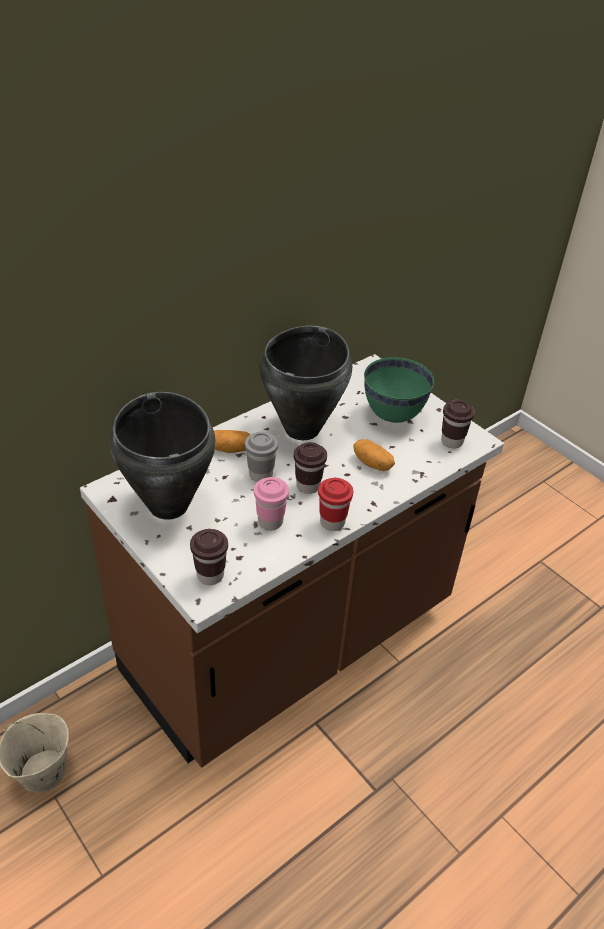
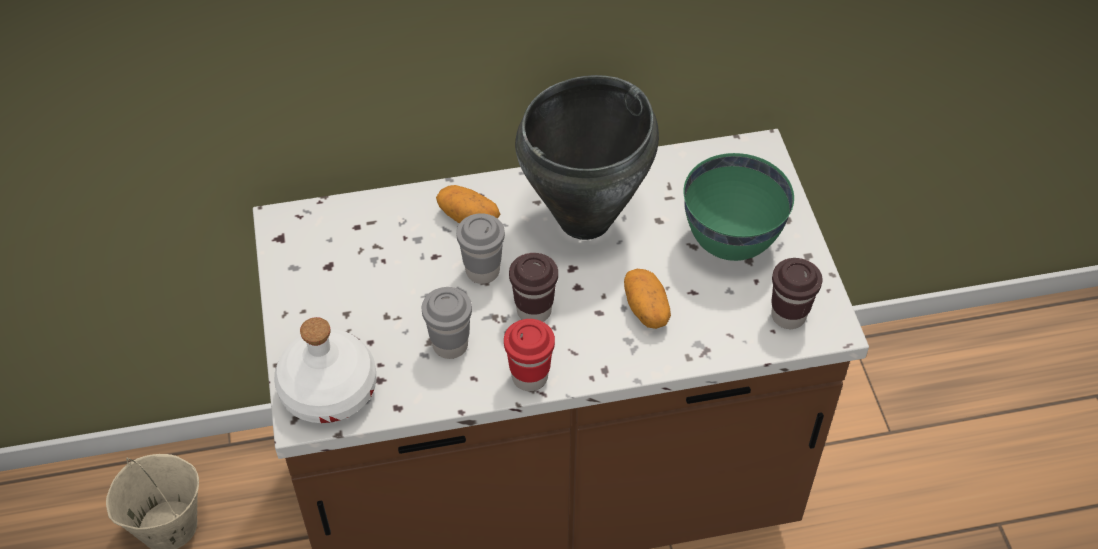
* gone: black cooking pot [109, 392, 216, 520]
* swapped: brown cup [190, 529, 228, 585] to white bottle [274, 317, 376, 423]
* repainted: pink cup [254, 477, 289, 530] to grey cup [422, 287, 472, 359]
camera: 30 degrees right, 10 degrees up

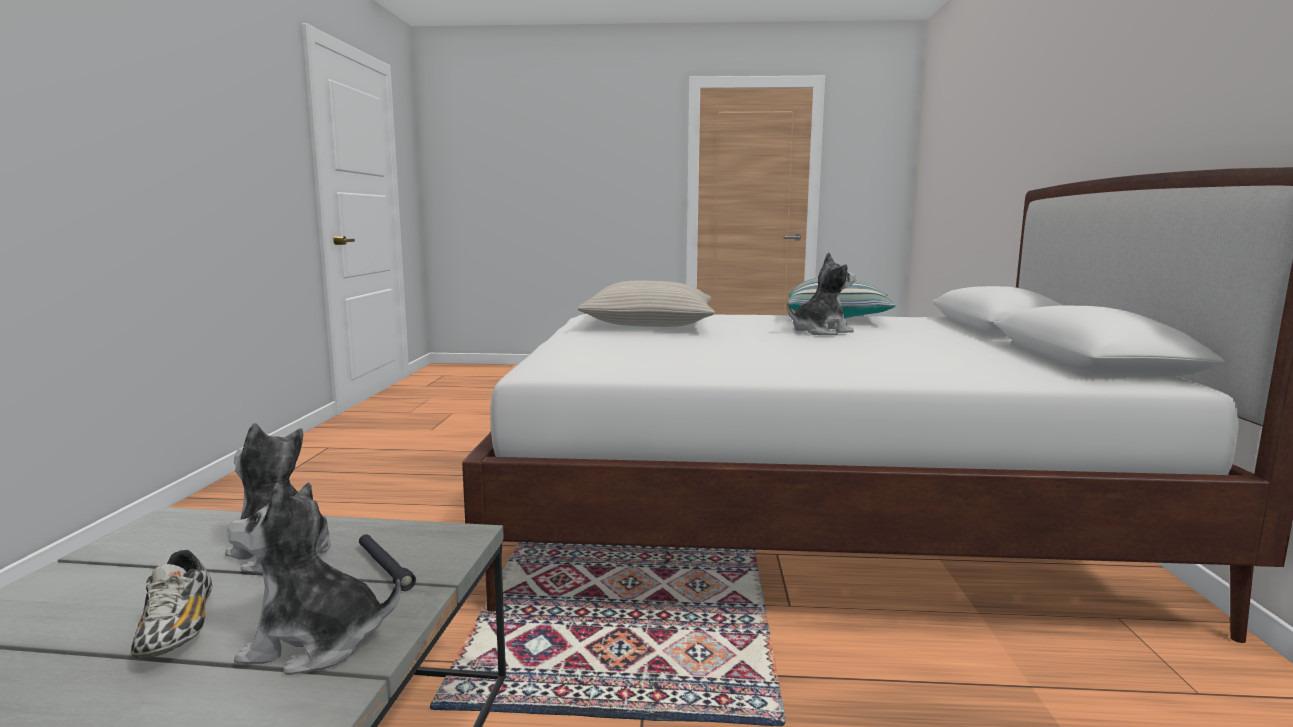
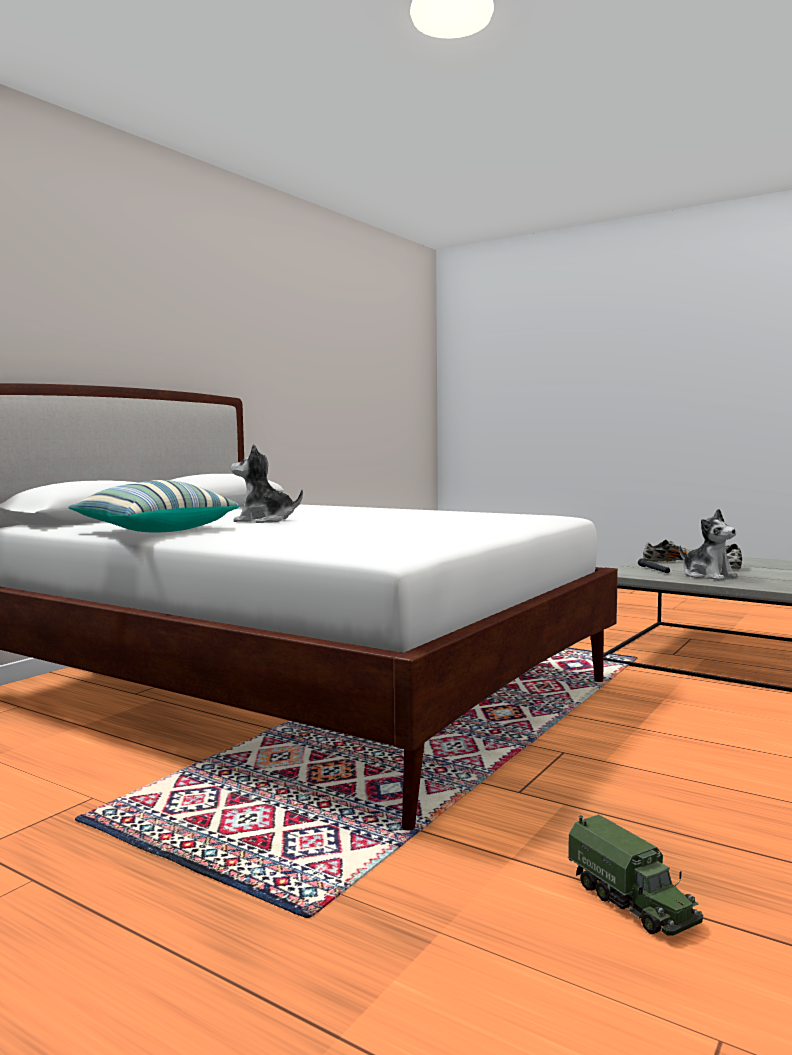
* gone: beige pillow [578, 281, 715, 327]
* new: toy truck [567, 814, 703, 936]
* swapped: plush toy [227, 483, 401, 675] to shoe [643, 540, 692, 562]
camera: 150 degrees left, 5 degrees down

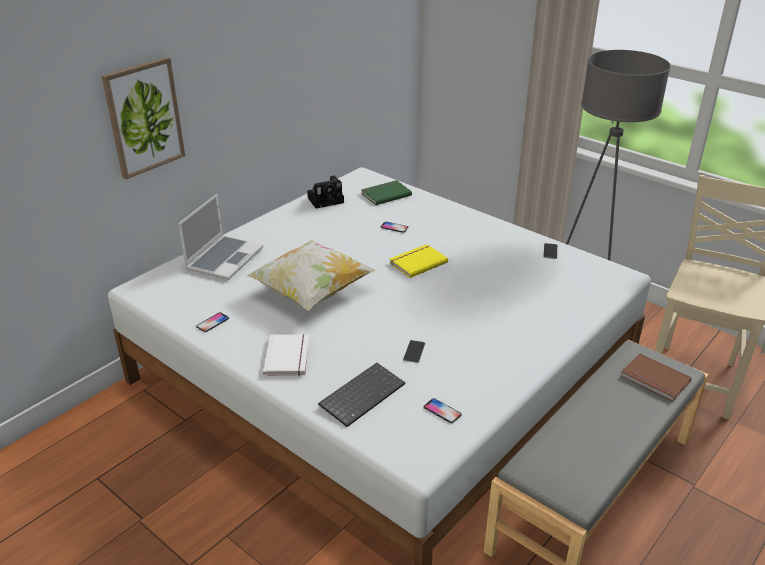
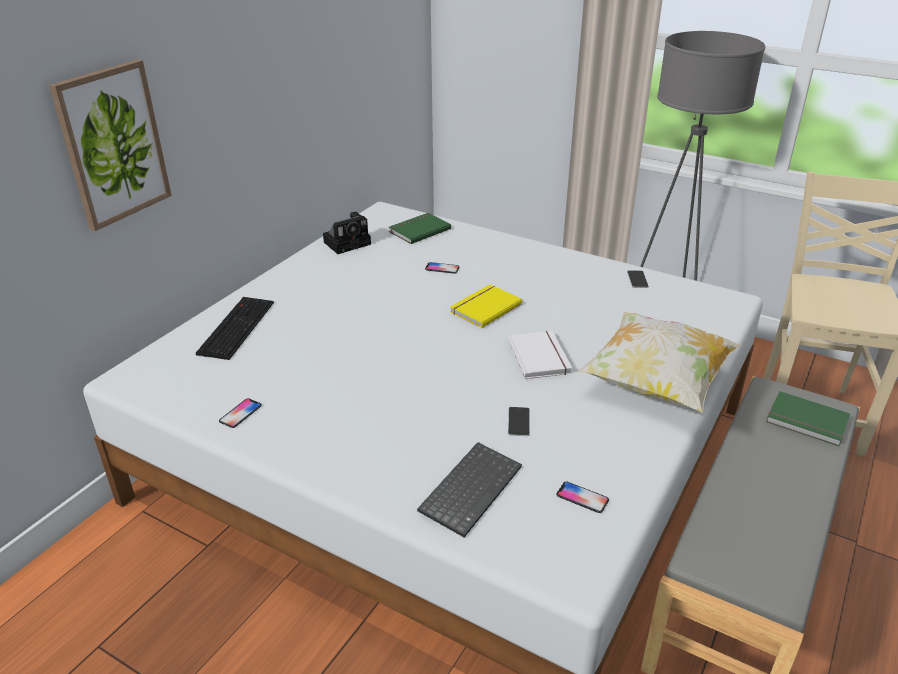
* shifted: pillow [246, 240, 375, 311] to [578, 312, 740, 413]
* shifted: white book [263, 334, 309, 376] to [508, 331, 572, 379]
* swapped: laptop [178, 194, 263, 280] to keyboard [196, 297, 274, 360]
* repainted: brown book [620, 354, 692, 402] to green book [766, 391, 850, 446]
camera: 10 degrees left, 0 degrees up

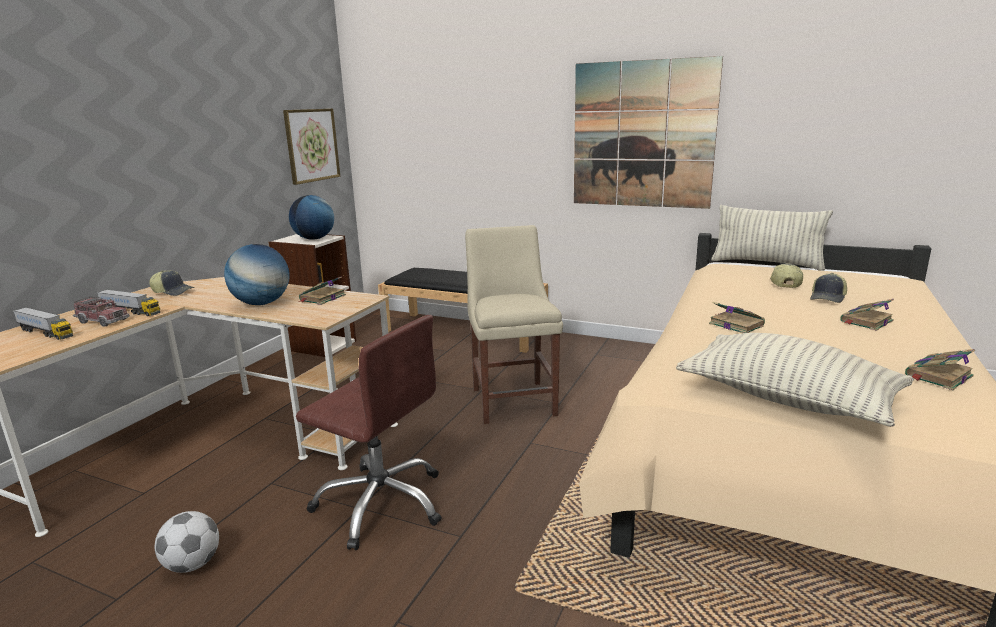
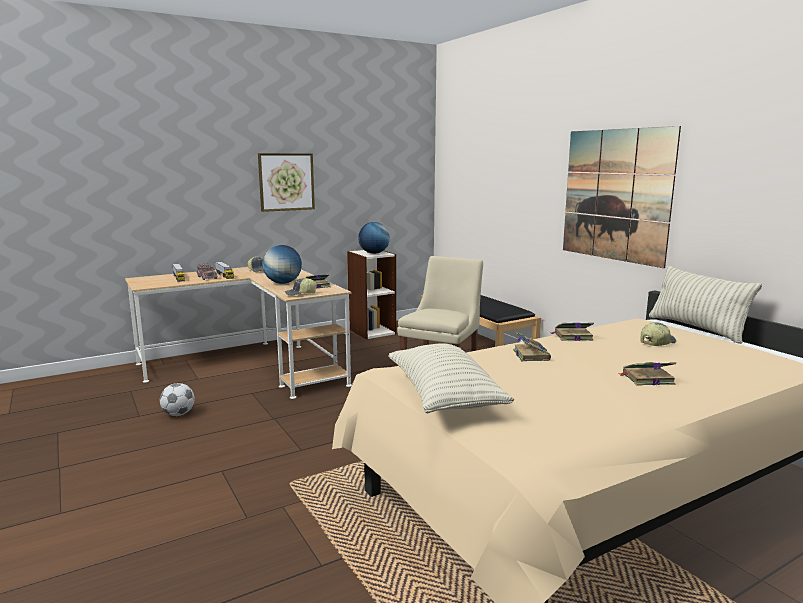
* gone: brown office chair [296, 315, 442, 550]
* shifted: picture [283, 109, 340, 185] to [258, 153, 315, 212]
* shifted: cap [810, 273, 847, 303] to [285, 278, 317, 296]
* shifted: book [905, 349, 975, 390] to [550, 323, 594, 341]
camera: 35 degrees right, 5 degrees down

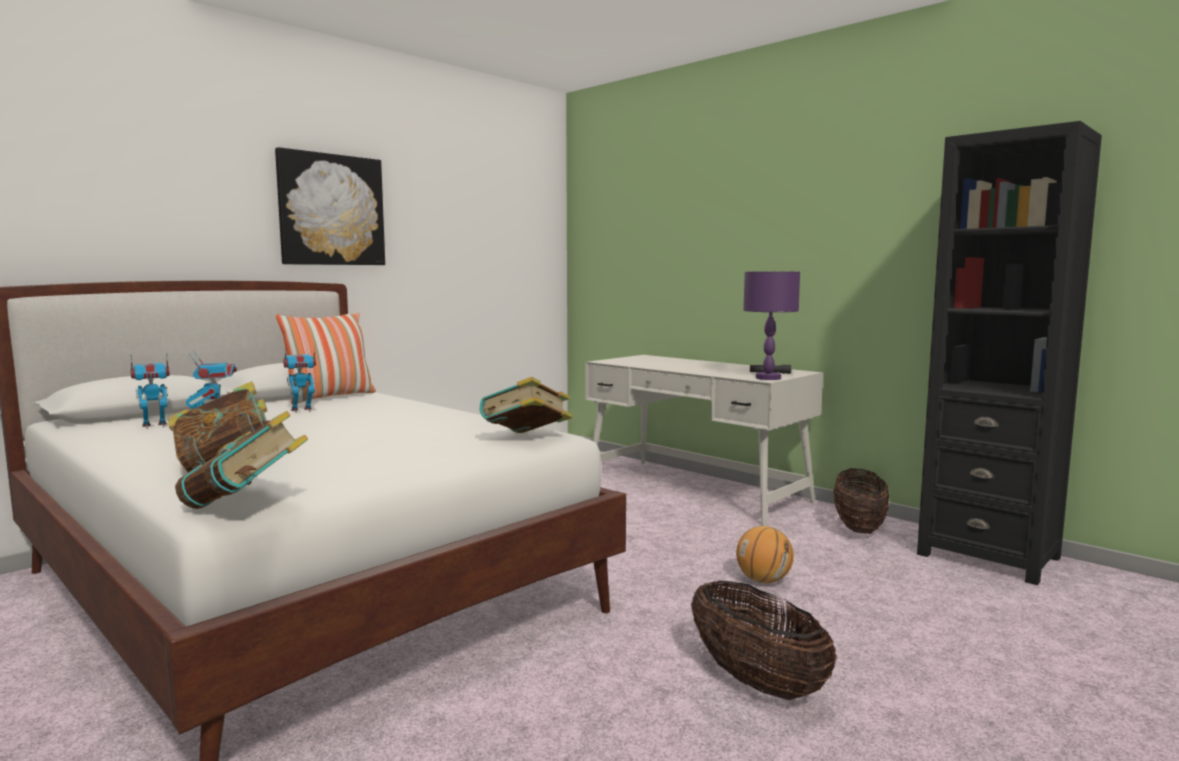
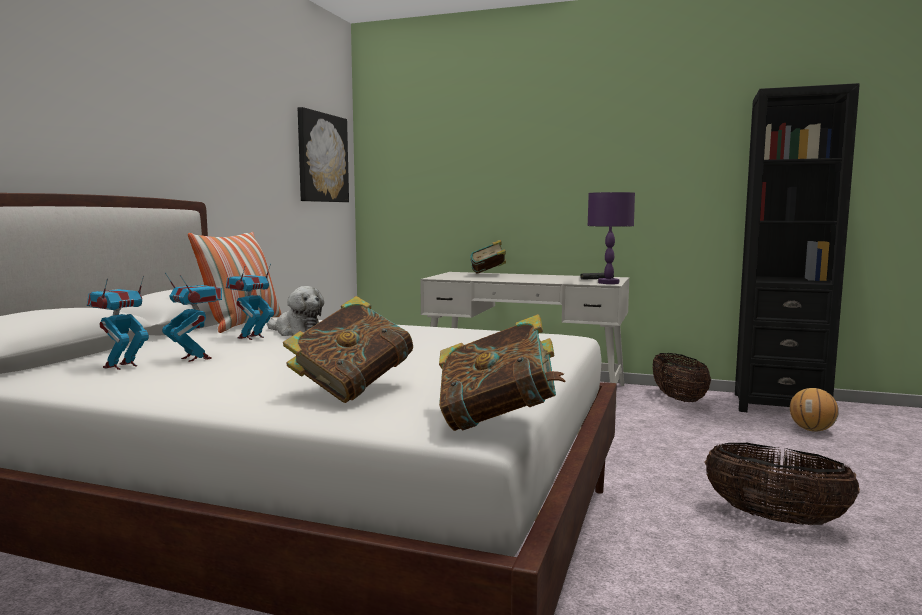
* new: plush toy [267, 286, 324, 336]
* shifted: picture [275, 147, 385, 265] to [298, 107, 349, 202]
* shifted: book [480, 377, 572, 433] to [470, 240, 506, 273]
* shifted: basketball [736, 526, 794, 583] to [790, 388, 839, 432]
camera: 25 degrees left, 0 degrees up

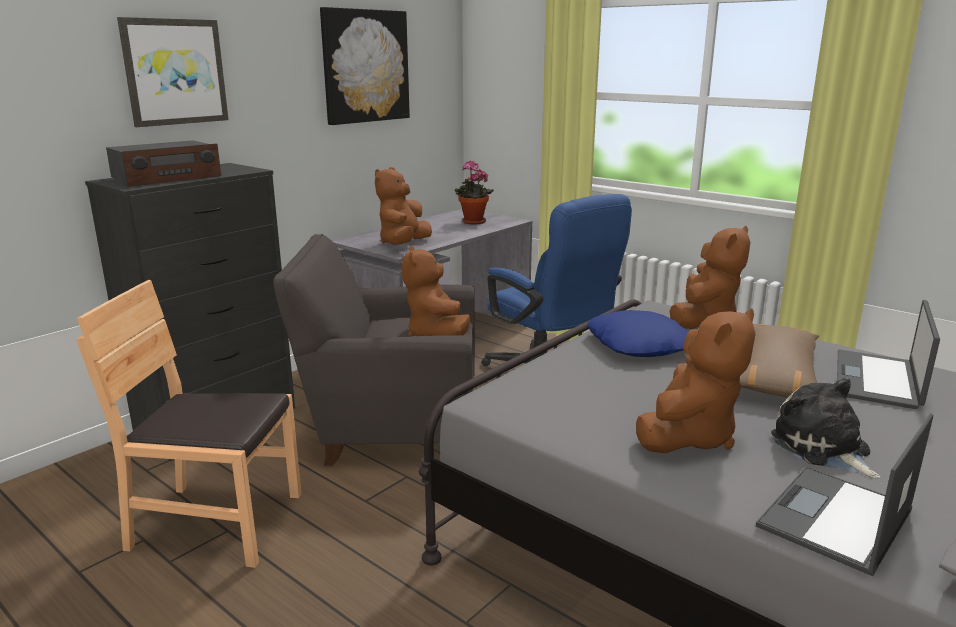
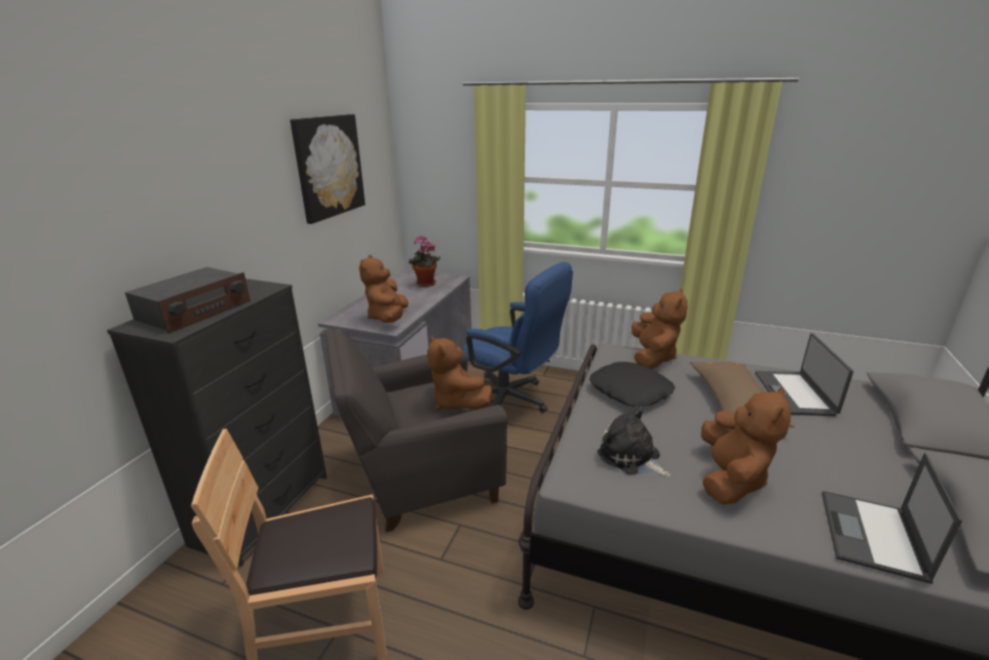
* gone: picture [117, 17, 229, 127]
* shifted: plush toy [771, 378, 880, 478] to [597, 407, 671, 477]
* repainted: blue pillow [587, 310, 689, 357] to black pillow [589, 362, 675, 407]
camera: 20 degrees left, 5 degrees up

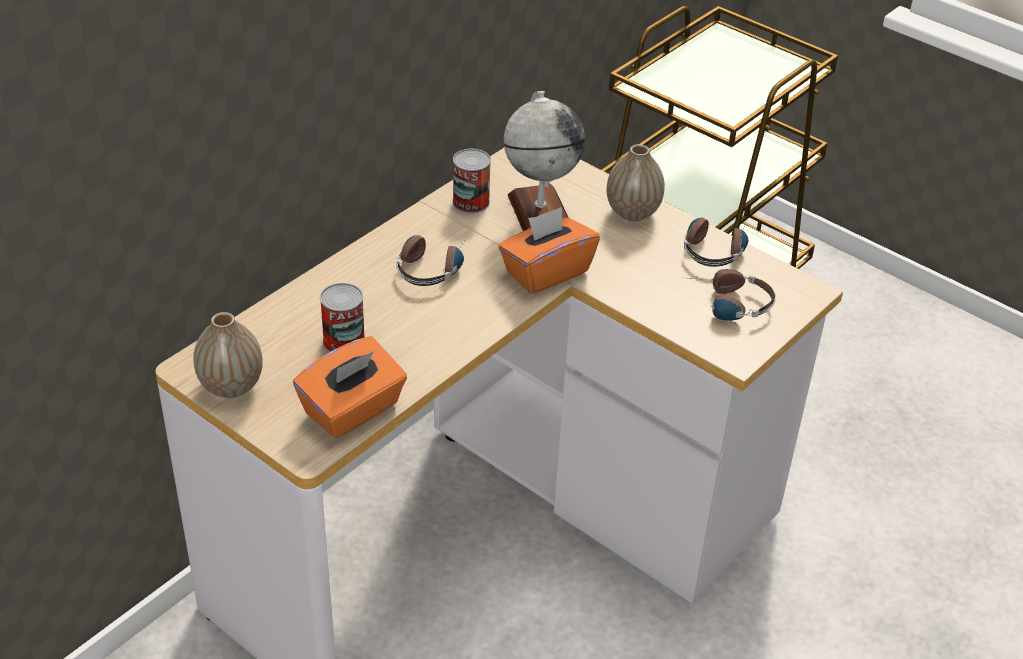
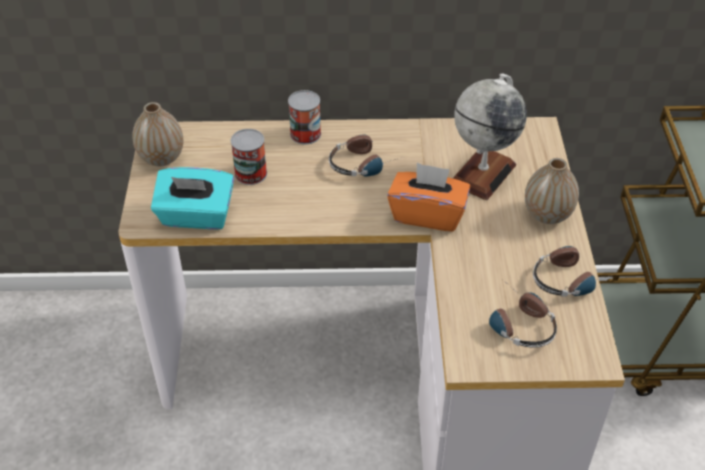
* shifted: can [453, 149, 491, 213] to [288, 90, 321, 145]
* repainted: orange tissue box [293, 336, 407, 438] to turquoise tissue box [151, 167, 234, 230]
camera: 50 degrees right, 5 degrees up

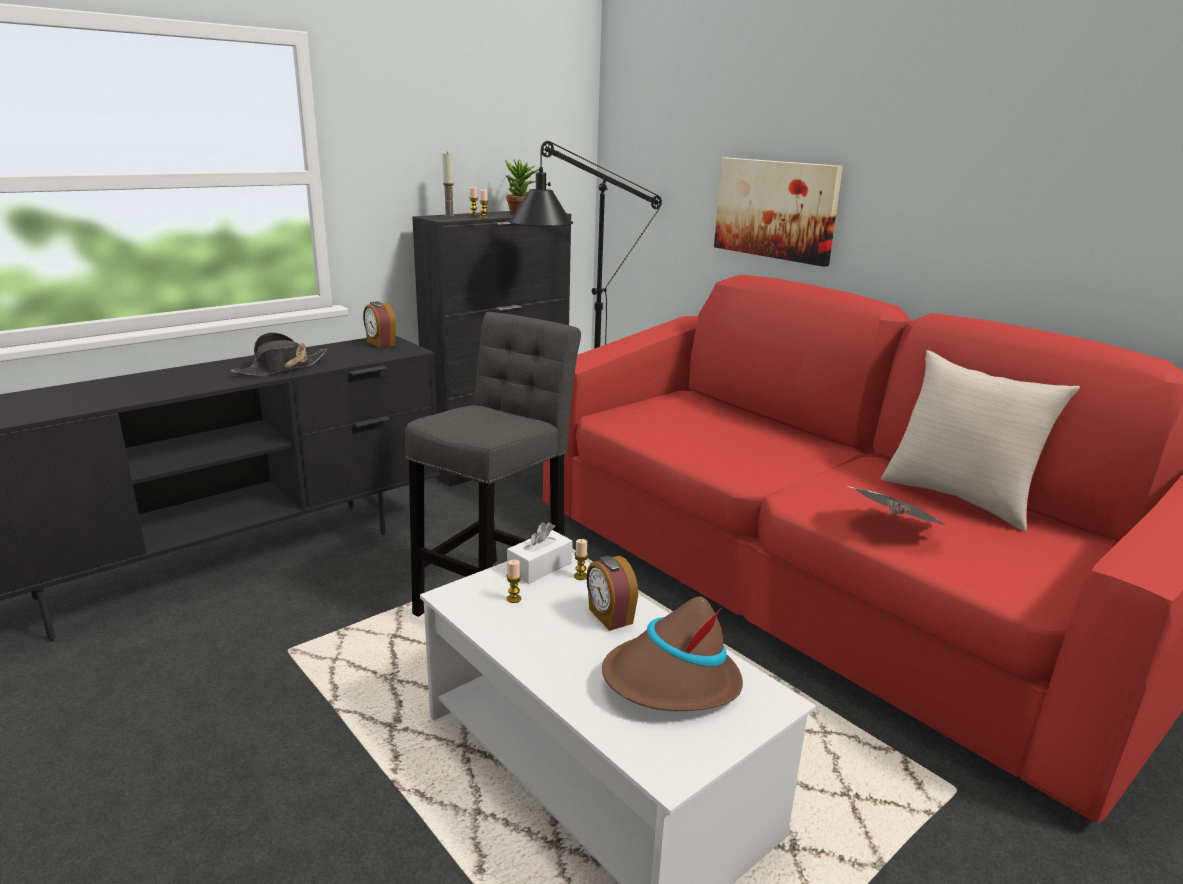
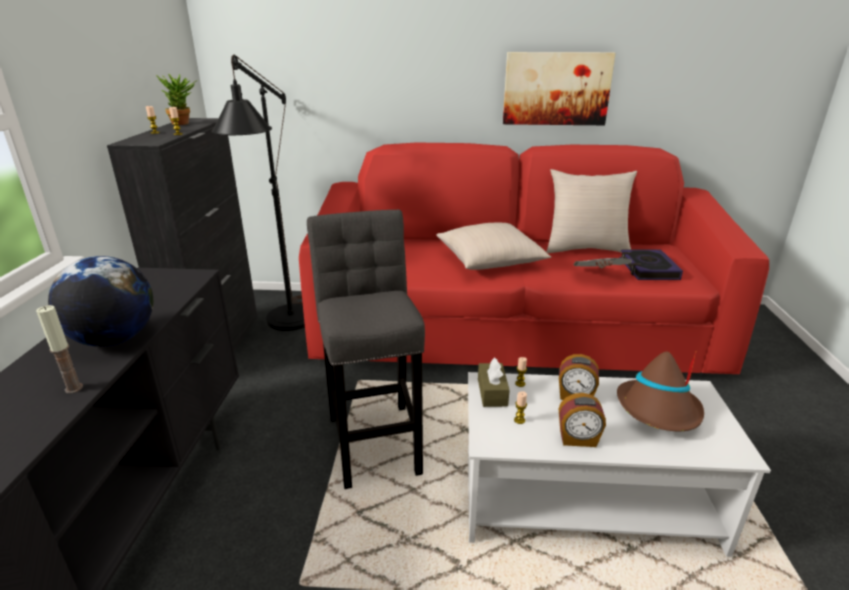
* new: beige pillow [437, 223, 551, 270]
* new: book [619, 250, 683, 280]
* shifted: alarm clock [363, 301, 396, 348] to [559, 393, 606, 447]
* shifted: candle [442, 152, 455, 216] to [36, 305, 83, 393]
* shifted: picture [714, 157, 843, 267] to [503, 52, 616, 125]
* swapped: black hat [230, 332, 327, 376] to globe [48, 256, 153, 347]
* repainted: white tissue box [507, 522, 573, 584] to brown tissue box [478, 358, 510, 407]
camera: 45 degrees left, 5 degrees up

